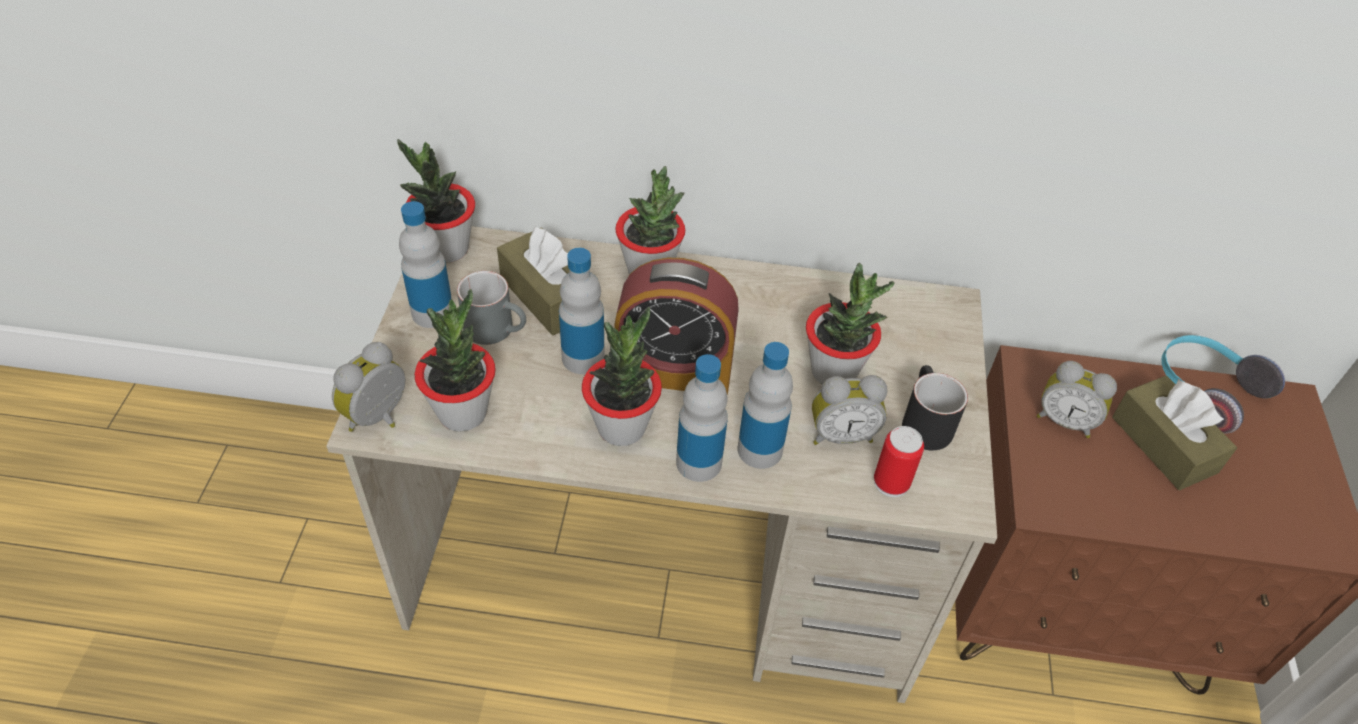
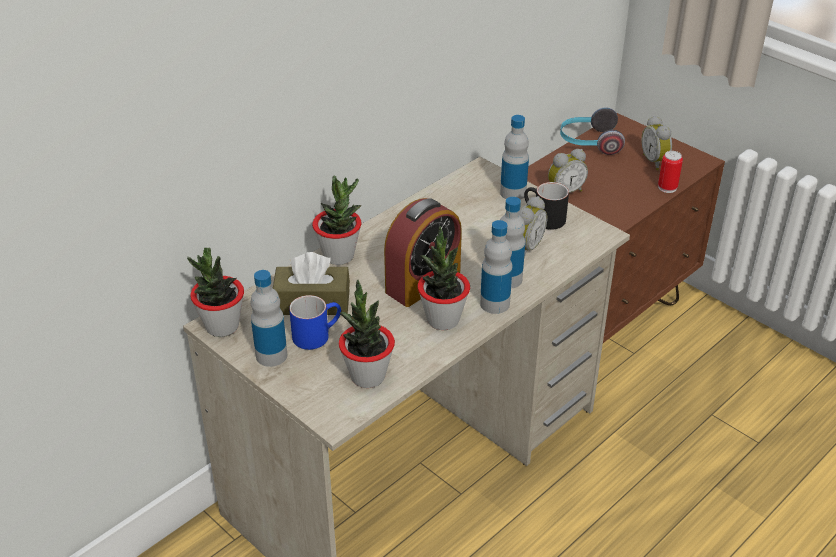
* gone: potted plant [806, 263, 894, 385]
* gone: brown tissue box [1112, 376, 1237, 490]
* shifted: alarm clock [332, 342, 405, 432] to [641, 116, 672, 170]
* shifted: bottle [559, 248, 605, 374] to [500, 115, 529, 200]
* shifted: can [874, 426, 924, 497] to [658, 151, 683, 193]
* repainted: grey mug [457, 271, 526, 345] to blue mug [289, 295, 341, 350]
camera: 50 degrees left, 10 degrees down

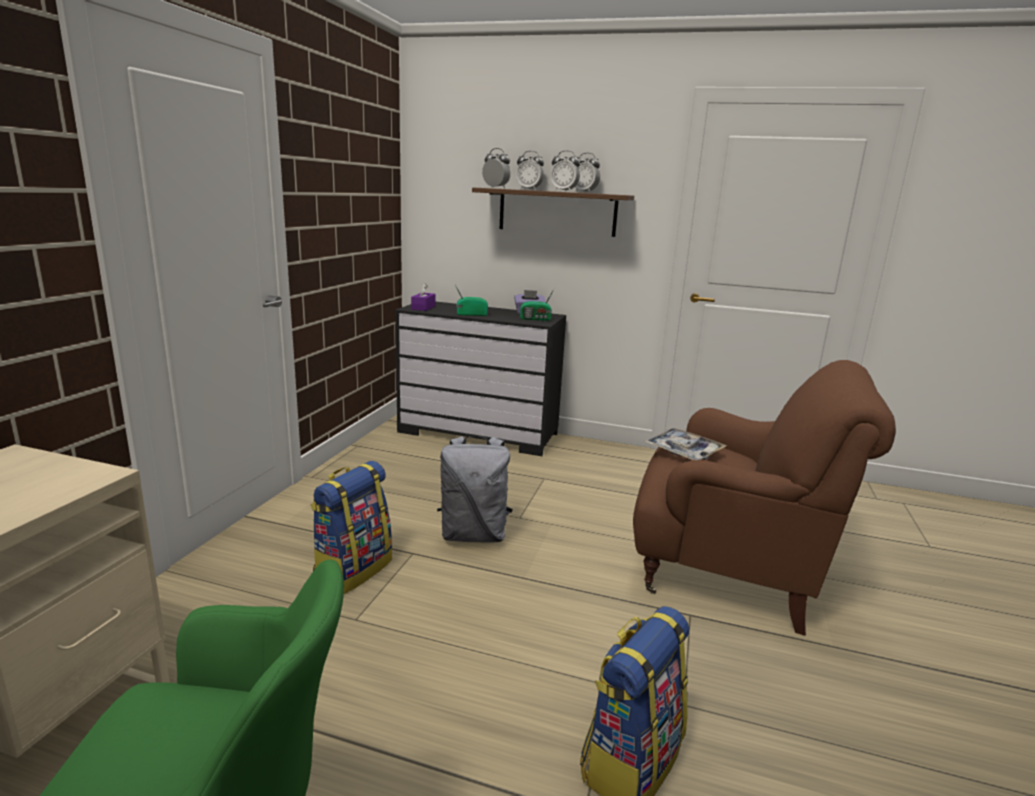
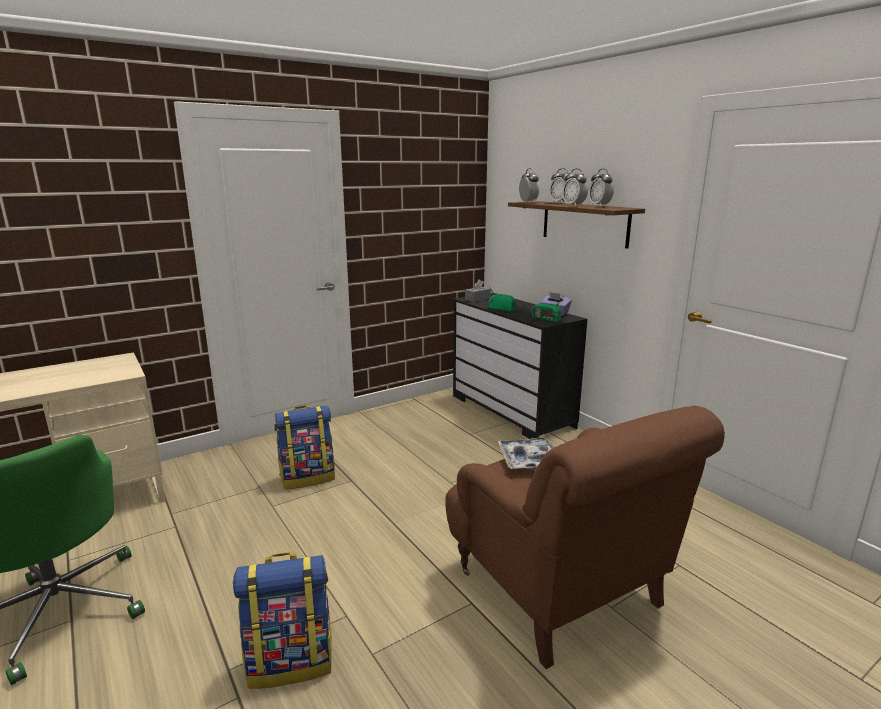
* gone: grey backpack [437, 436, 513, 543]
* repainted: purple tissue box [411, 283, 436, 311] to grey tissue box [465, 279, 491, 302]
camera: 40 degrees right, 0 degrees up

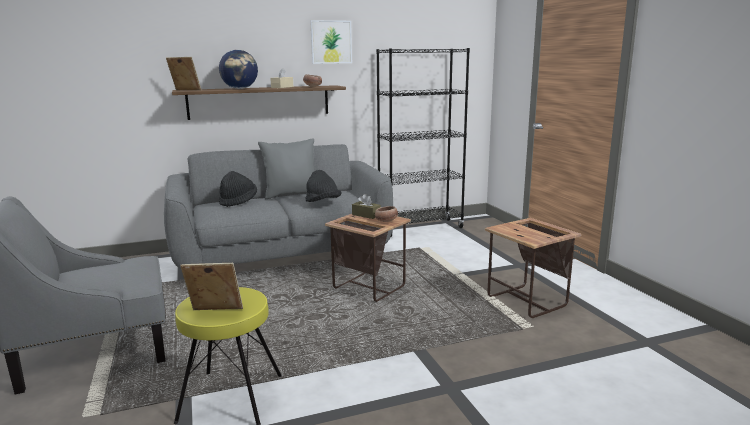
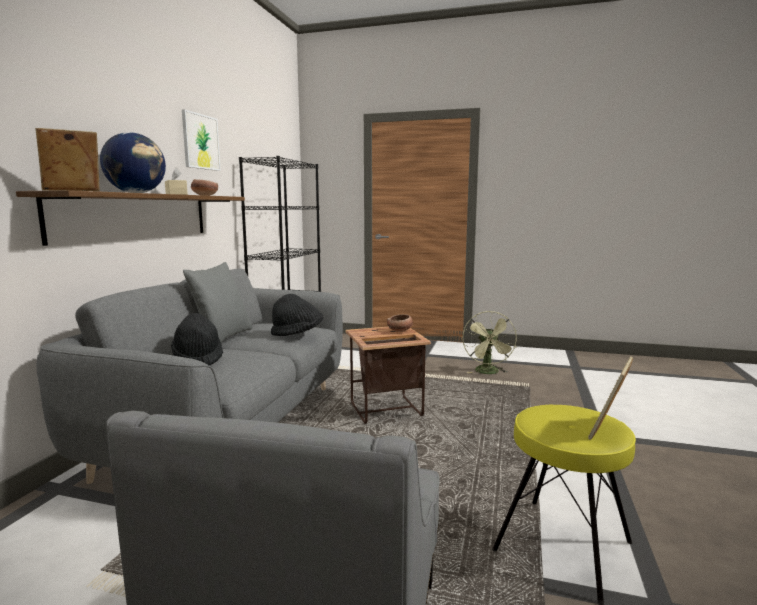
* gone: brown tissue box [352, 194, 381, 219]
* swapped: side table [485, 218, 581, 318] to green fan [462, 311, 517, 374]
camera: 55 degrees left, 5 degrees down

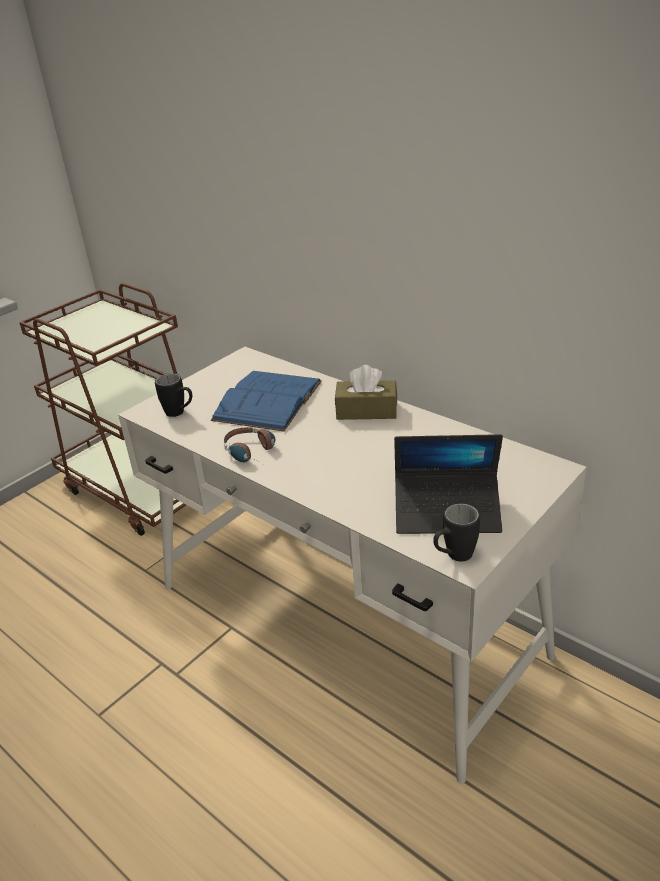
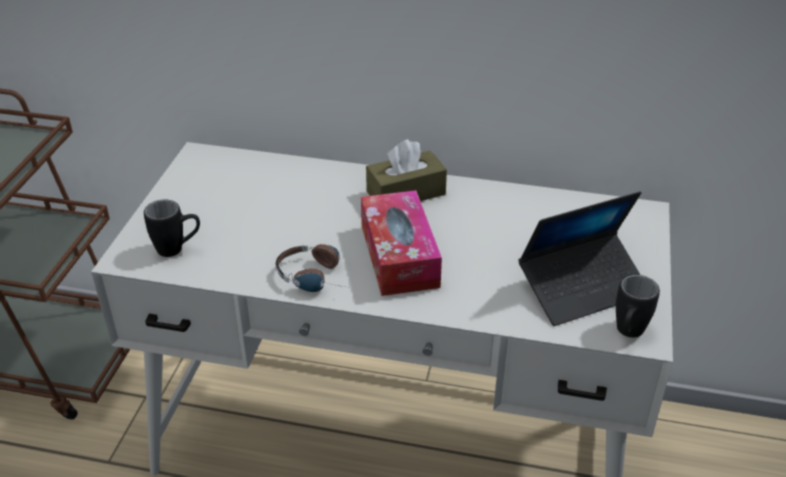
* gone: blue book [211, 371, 322, 432]
* new: tissue box [361, 190, 442, 296]
camera: 30 degrees left, 5 degrees up

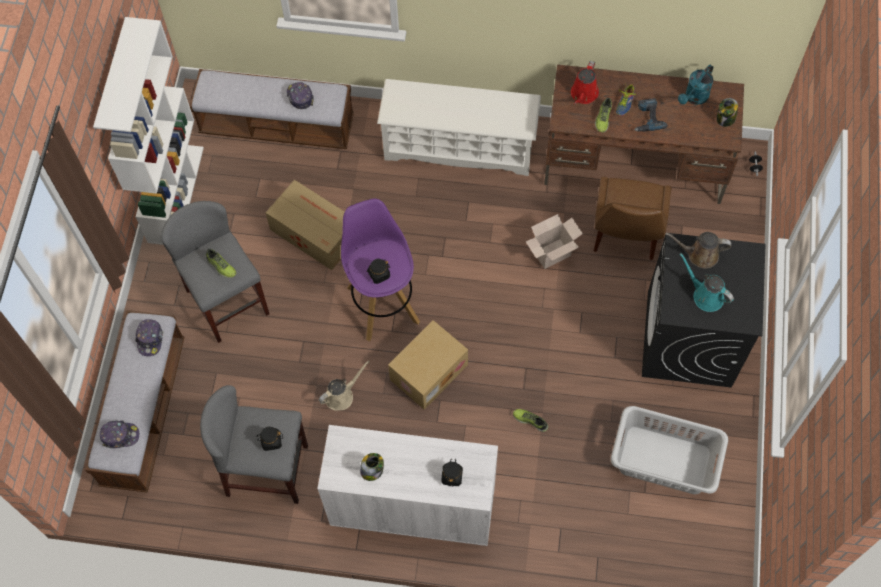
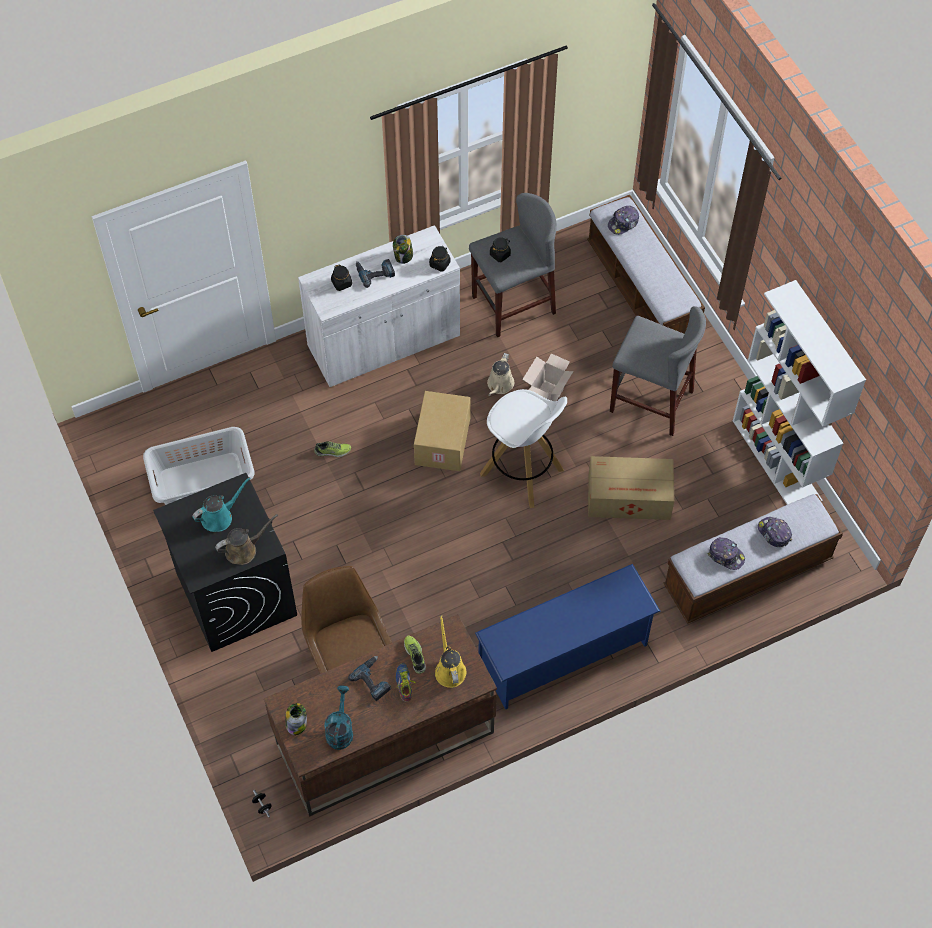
* gone: shoe [206, 249, 237, 278]
* new: power drill [356, 259, 395, 288]
* shifted: cap [136, 319, 163, 356] to [758, 517, 792, 547]
* shifted: black jar [367, 259, 390, 284] to [429, 245, 451, 272]
* shifted: cardboard box [526, 214, 583, 269] to [522, 353, 574, 401]
* repainted: purple stool [341, 198, 420, 341] to white stool [480, 389, 567, 508]
* repainted: white shoe rack [377, 79, 541, 176] to blue shoe rack [475, 564, 660, 710]
* repainted: red watering can [571, 61, 599, 105] to yellow watering can [435, 615, 467, 688]
* rotated: turquoise watering can [679, 253, 734, 312] = [192, 477, 251, 532] 45 degrees counterclockwise
camera: 145 degrees right, 5 degrees down

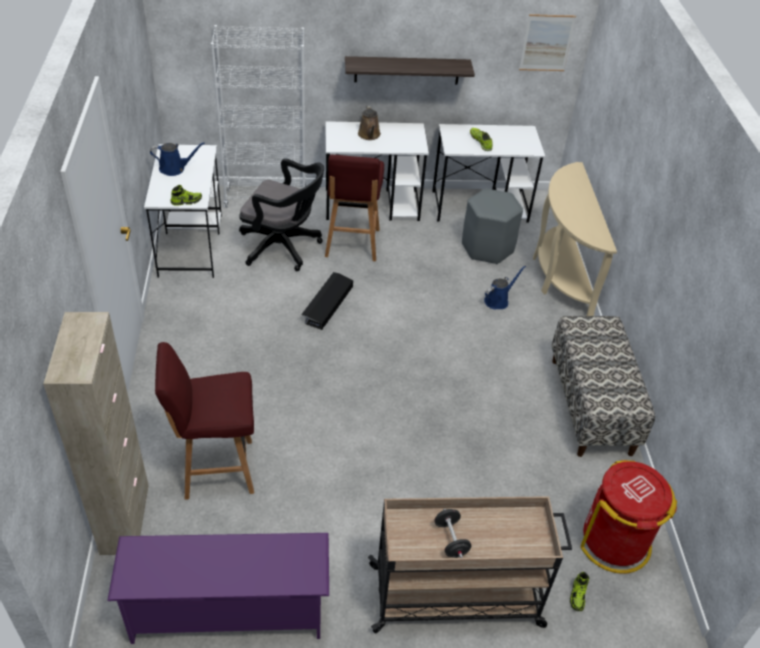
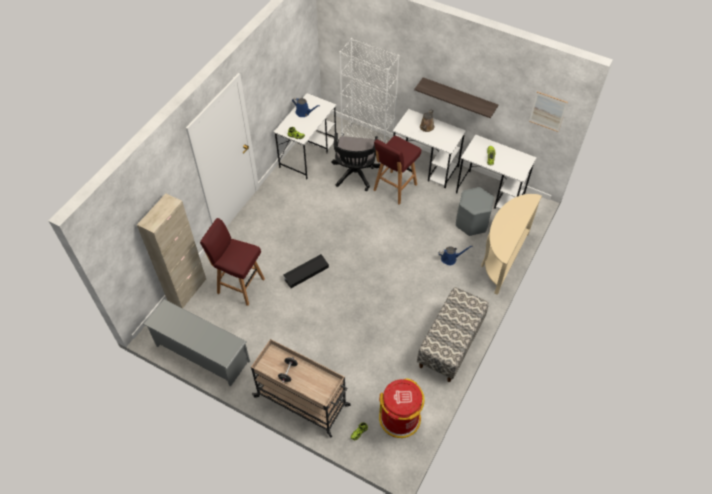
* shifted: black storage box [301, 272, 353, 330] to [283, 254, 329, 288]
* repainted: purple shoe rack [107, 533, 329, 644] to grey shoe rack [143, 299, 250, 387]
* rotated: black office chair [239, 158, 324, 271] = [332, 133, 380, 191] 45 degrees clockwise
camera: 35 degrees right, 10 degrees up

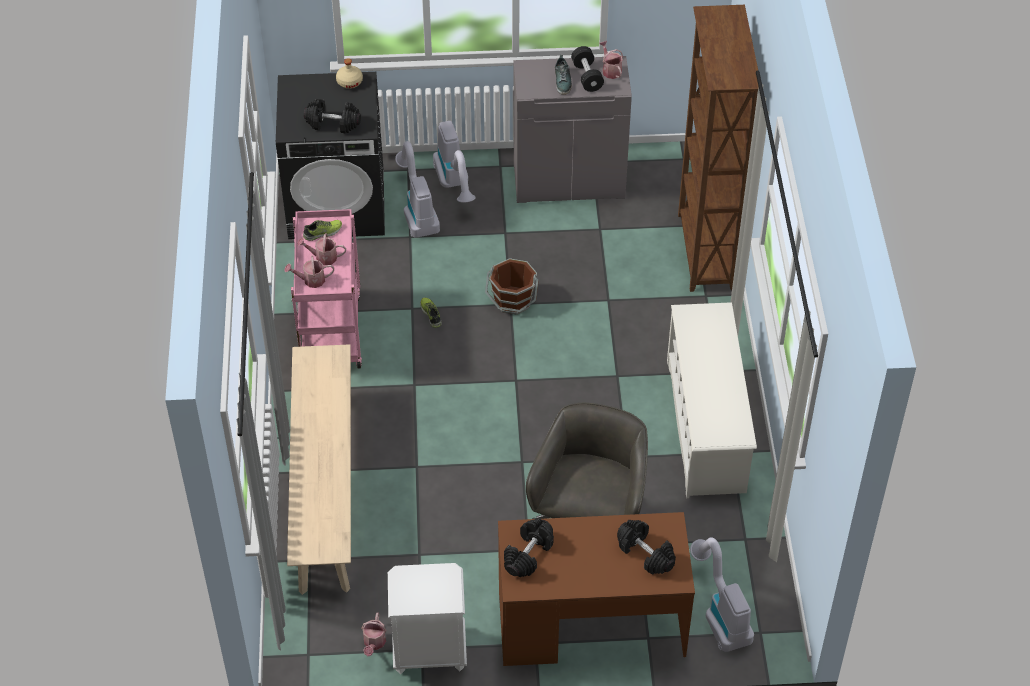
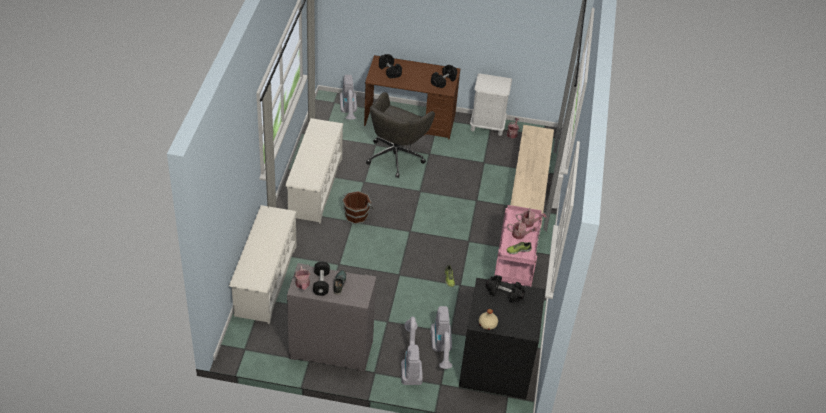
* shifted: brown bucket [485, 258, 539, 315] to [342, 191, 374, 225]
* swapped: brown bookcase [678, 5, 759, 292] to white shoe rack [229, 205, 297, 324]
camera: 170 degrees left, 5 degrees down

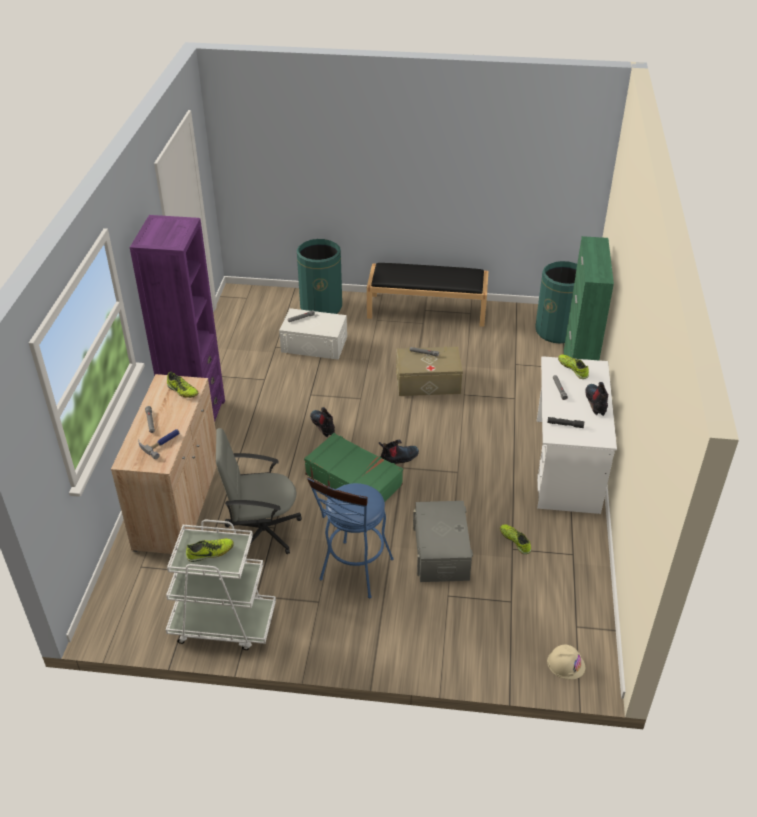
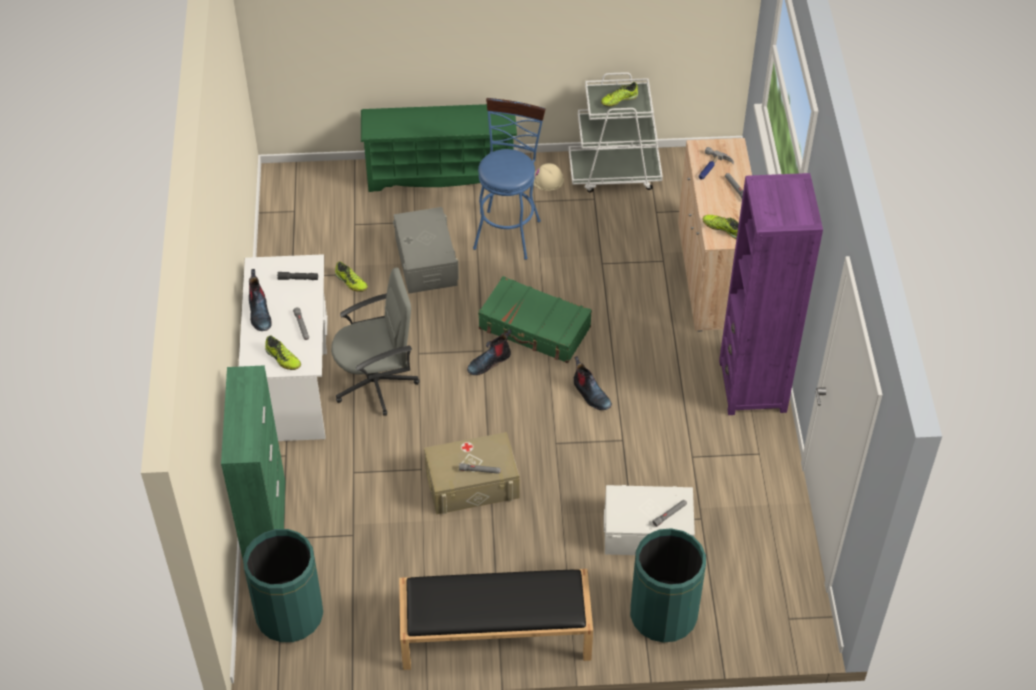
* new: green shoe rack [361, 104, 517, 192]
* shifted: grey office chair [216, 428, 302, 554] to [331, 268, 420, 416]
* shifted: beige hard hat [547, 645, 585, 680] to [534, 163, 564, 191]
camera: 170 degrees right, 10 degrees up

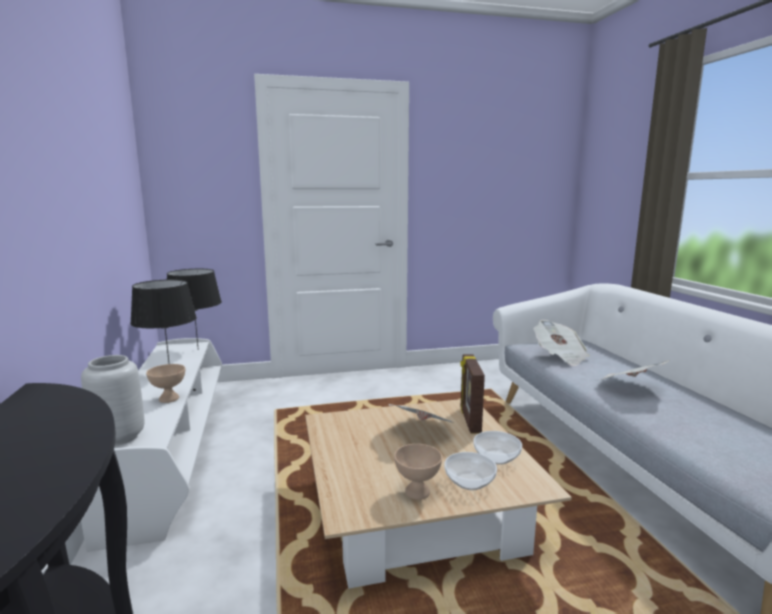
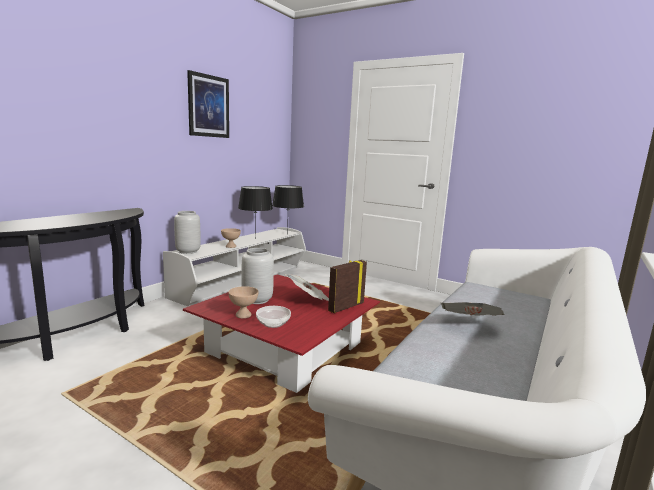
* gone: bowl [474, 431, 522, 465]
* gone: newspaper [533, 320, 590, 366]
* new: picture [187, 70, 229, 138]
* new: grey vase [242, 248, 274, 304]
* repainted: beige coffee table [305, 399, 572, 589] to red coffee table [183, 274, 380, 393]
camera: 45 degrees right, 0 degrees up

